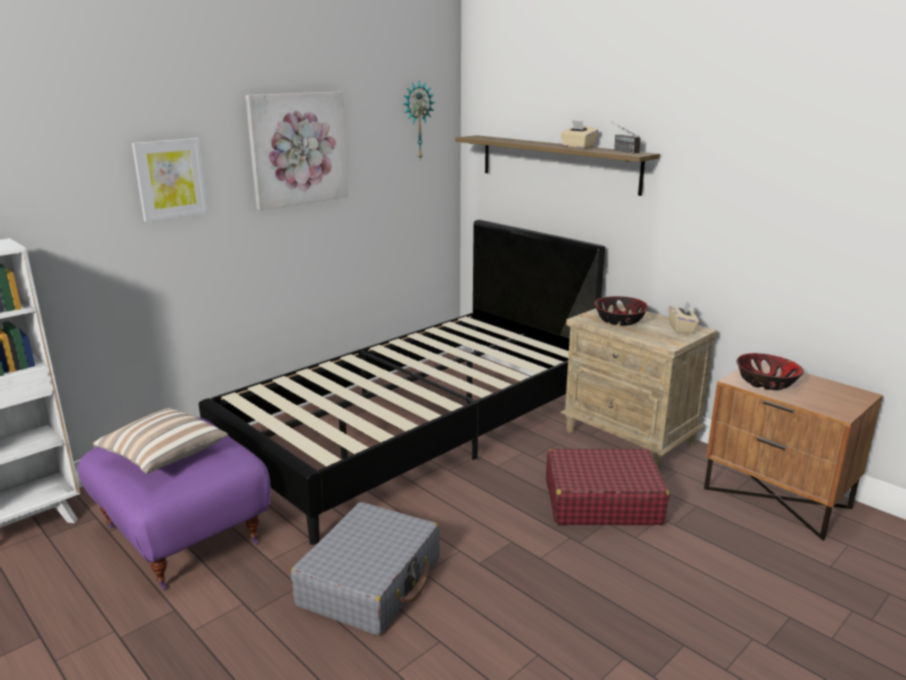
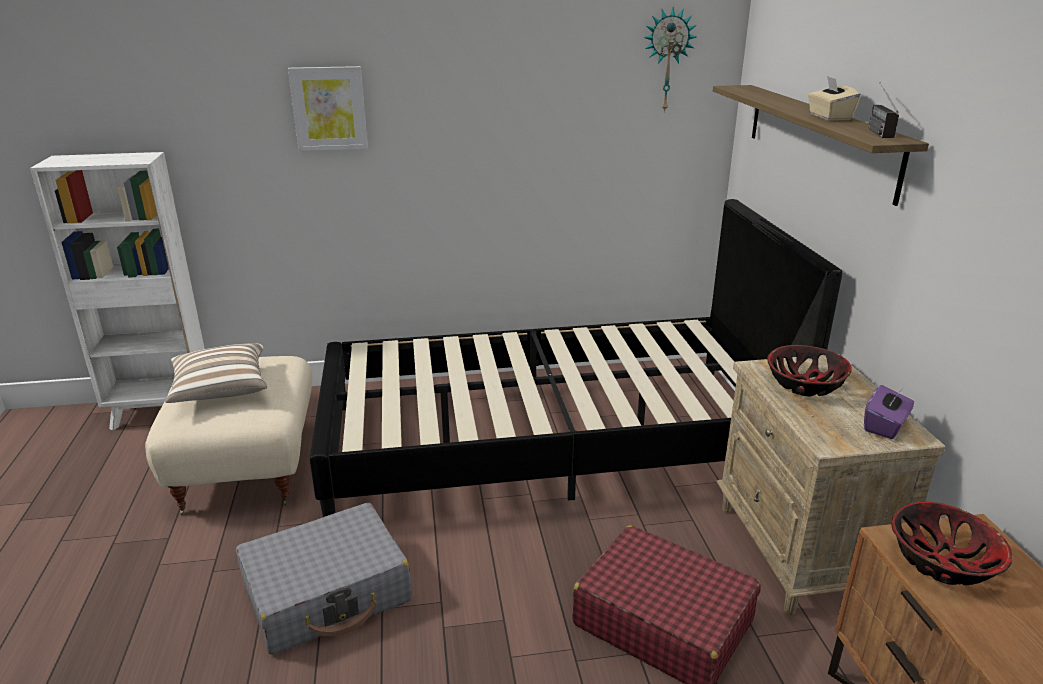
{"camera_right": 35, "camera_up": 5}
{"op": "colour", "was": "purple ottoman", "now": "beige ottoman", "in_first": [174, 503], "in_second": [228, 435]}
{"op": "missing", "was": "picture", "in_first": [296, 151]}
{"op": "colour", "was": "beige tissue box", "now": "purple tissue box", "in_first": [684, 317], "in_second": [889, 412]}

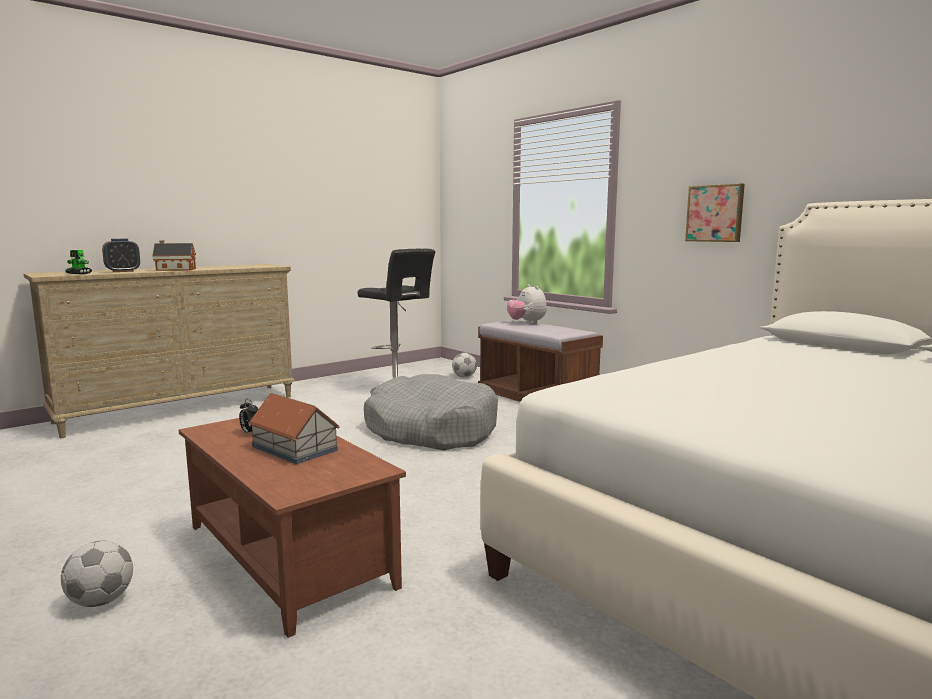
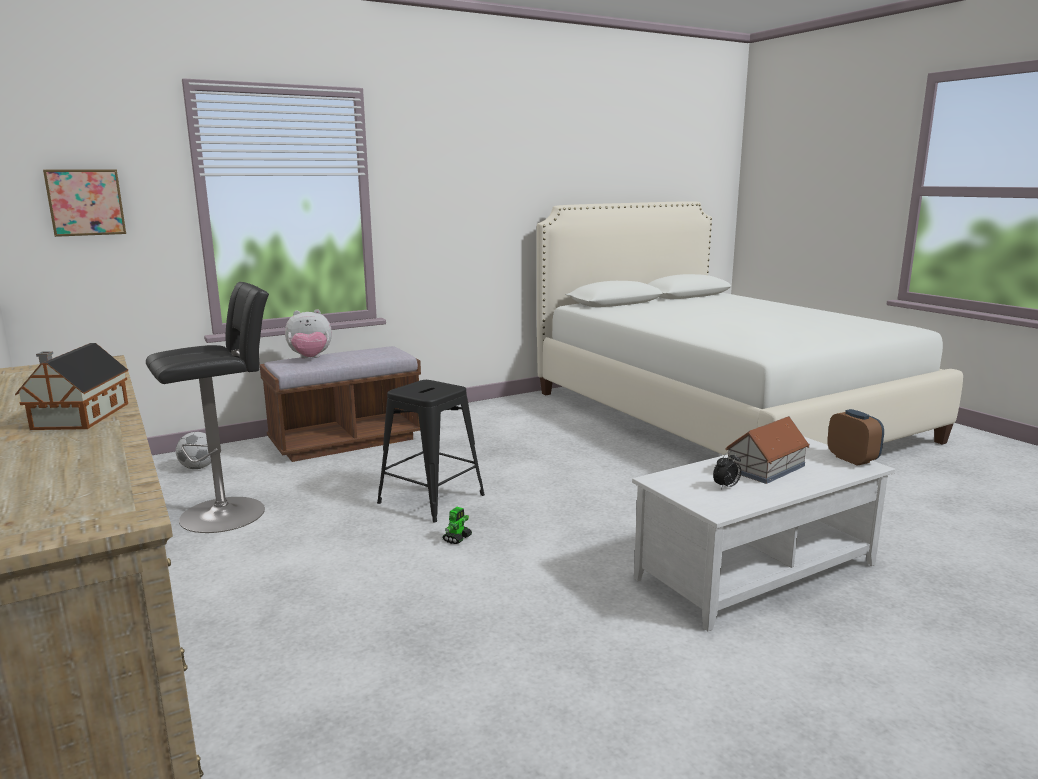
{"camera_right": -80, "camera_up": 5}
{"op": "missing", "was": "football", "in_first": [97, 574]}
{"op": "relocated", "was": "toy robot", "in_first": [79, 262], "in_second": [457, 525]}
{"op": "relocated", "was": "alarm clock", "in_first": [121, 255], "in_second": [855, 437]}
{"op": "colour", "was": "brown coffee table", "now": "white coffee table", "in_first": [292, 528], "in_second": [763, 533]}
{"op": "exchanged", "was": "grey dog bed", "now": "black stool", "in_first": [431, 412], "in_second": [431, 451]}
{"op": "relocated", "was": "picture", "in_first": [715, 213], "in_second": [84, 203]}

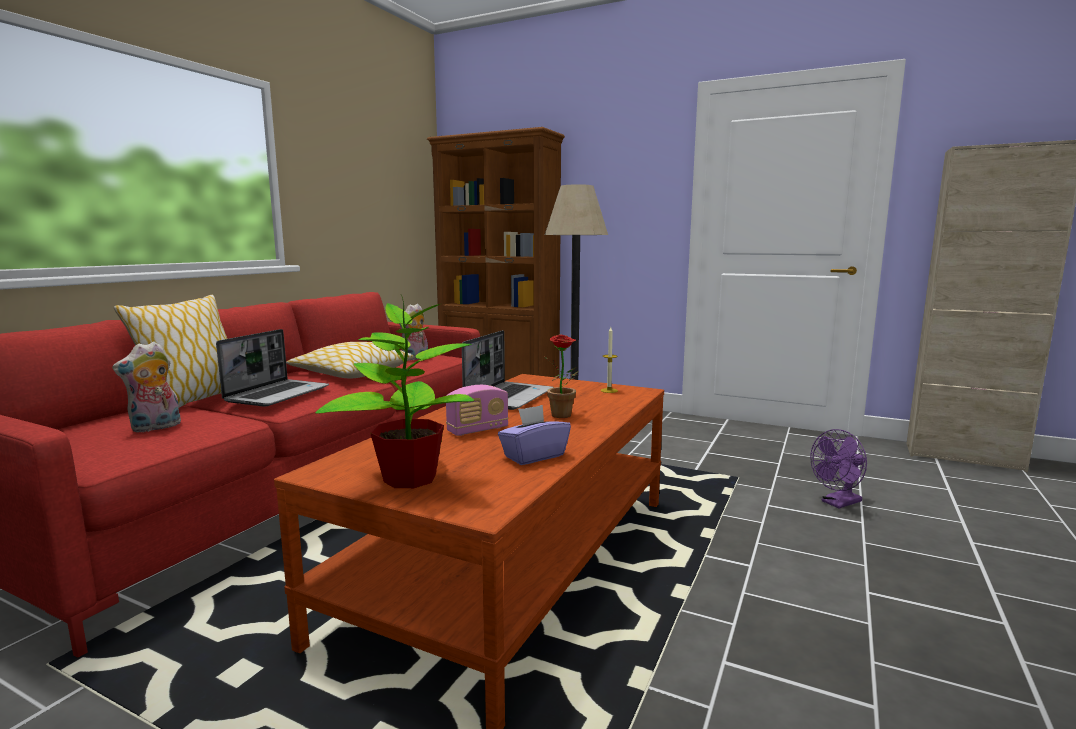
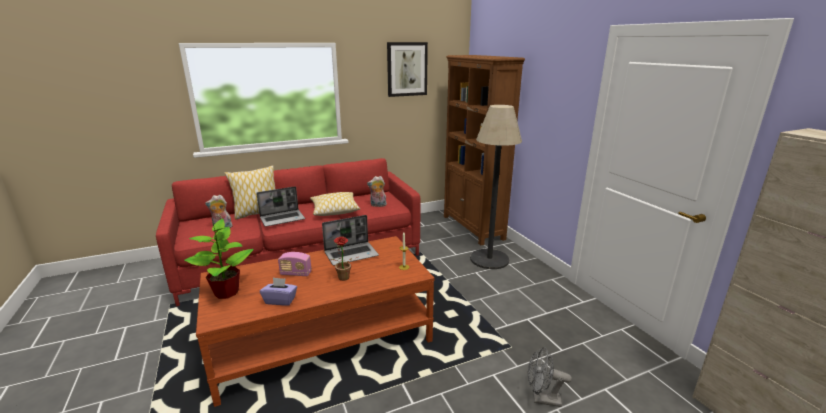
{"camera_right": 40, "camera_up": 10}
{"op": "colour", "was": "purple fan", "now": "grey fan", "in_first": [838, 469], "in_second": [550, 377]}
{"op": "appeared", "now": "picture", "in_second": [407, 69]}

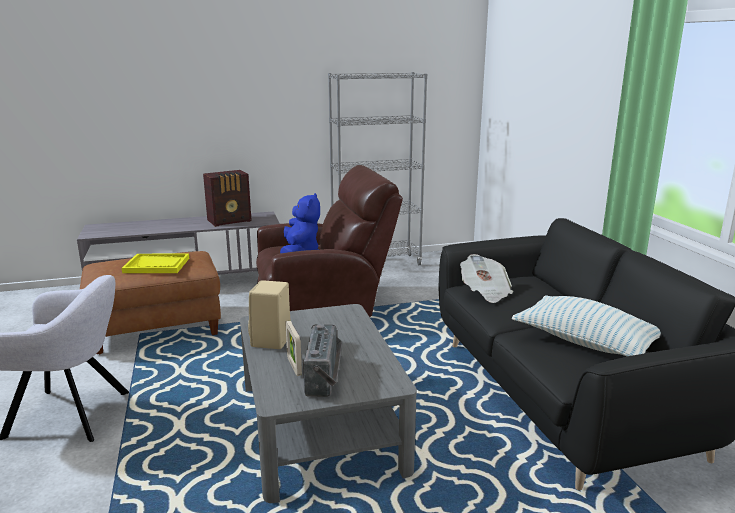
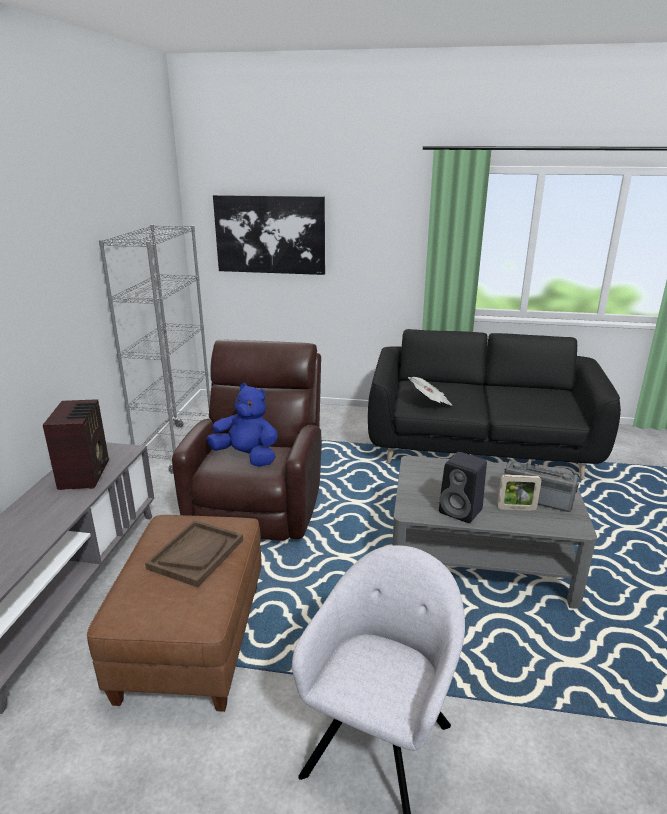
{"camera_right": -65, "camera_up": 5}
{"op": "colour", "was": "yellow tray", "now": "brown tray", "in_first": [155, 263], "in_second": [194, 553]}
{"op": "colour", "was": "beige speaker", "now": "black speaker", "in_first": [269, 314], "in_second": [463, 487]}
{"op": "missing", "was": "pillow", "in_first": [586, 325]}
{"op": "appeared", "now": "picture", "in_second": [269, 235]}

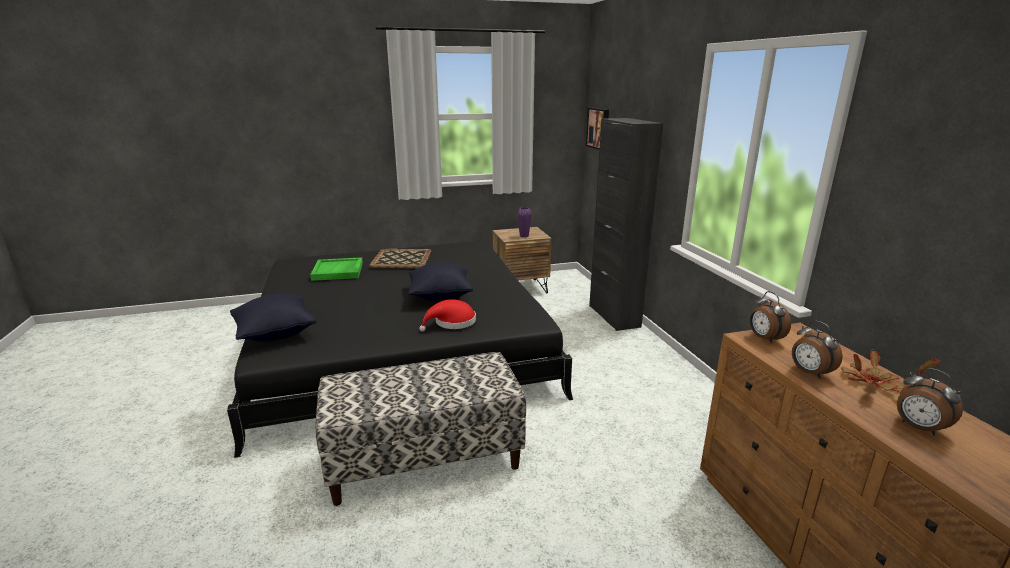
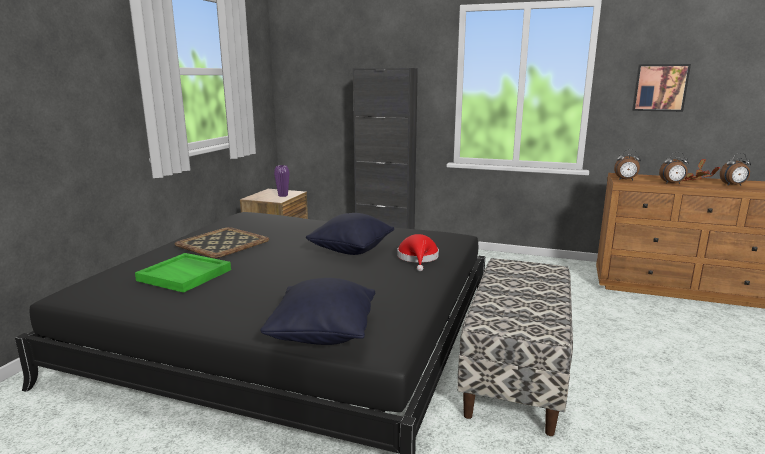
{"camera_right": -55, "camera_up": -5}
{"op": "relocated", "was": "picture", "in_first": [597, 129], "in_second": [661, 88]}

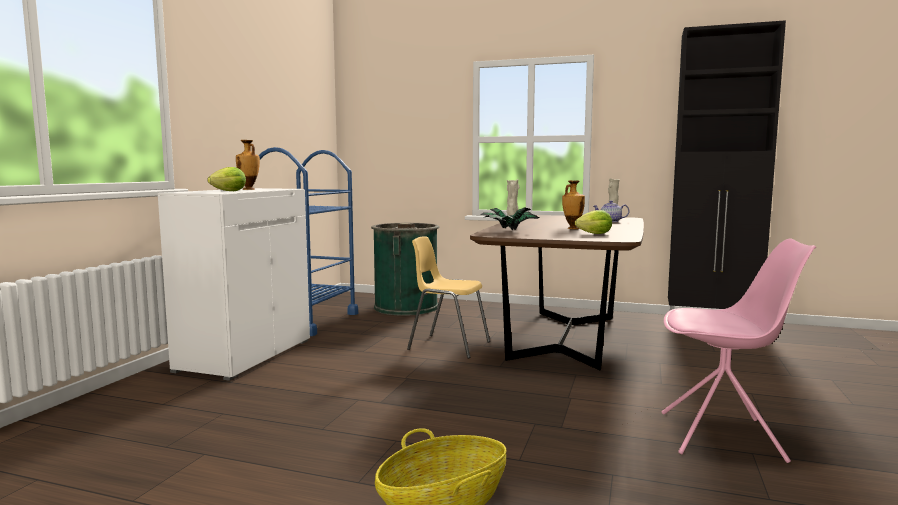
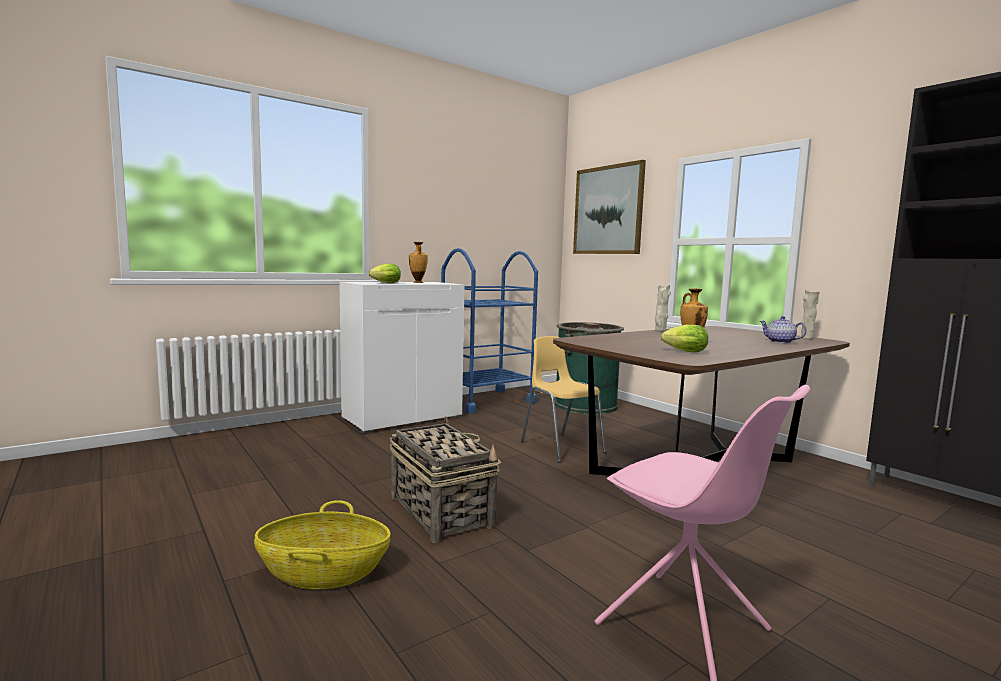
{"camera_right": 35, "camera_up": 0}
{"op": "missing", "was": "potted plant", "in_first": [510, 219]}
{"op": "appeared", "now": "basket", "in_second": [445, 479]}
{"op": "appeared", "now": "picture", "in_second": [609, 207]}

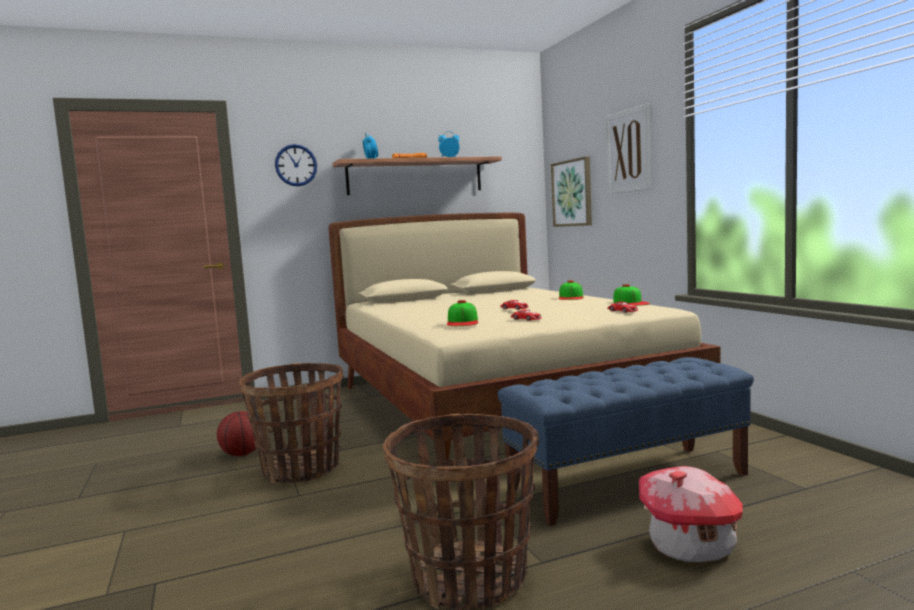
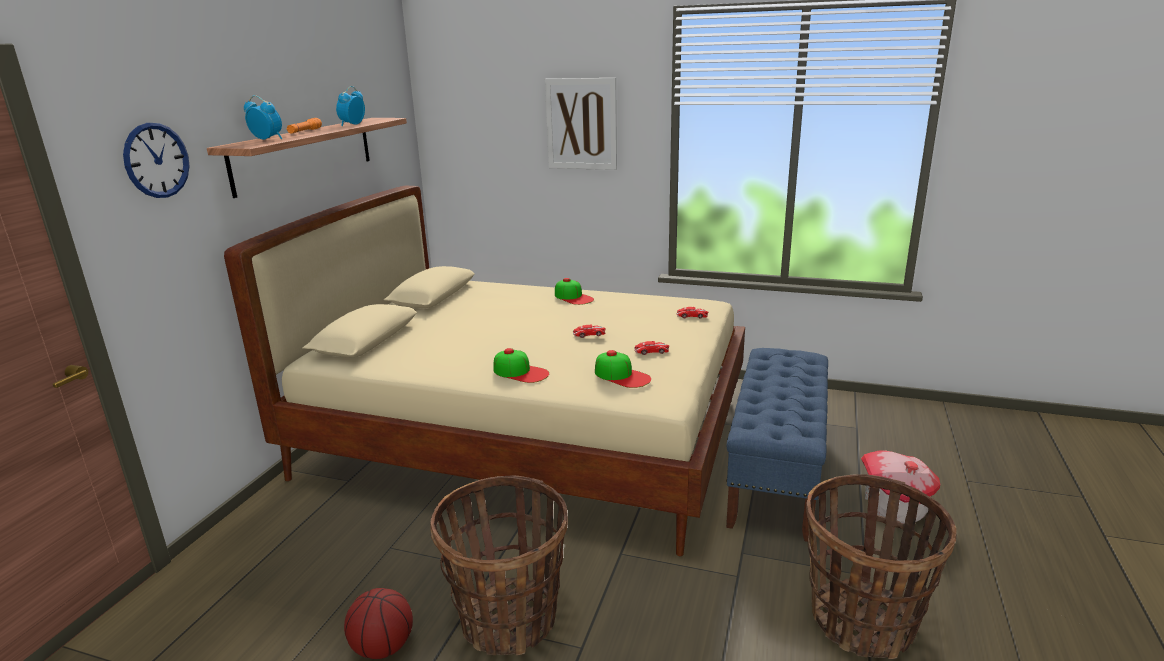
{"camera_right": -50, "camera_up": 15}
{"op": "missing", "was": "picture", "in_first": [571, 191]}
{"op": "relocated", "was": "cap", "in_first": [631, 295], "in_second": [521, 365]}

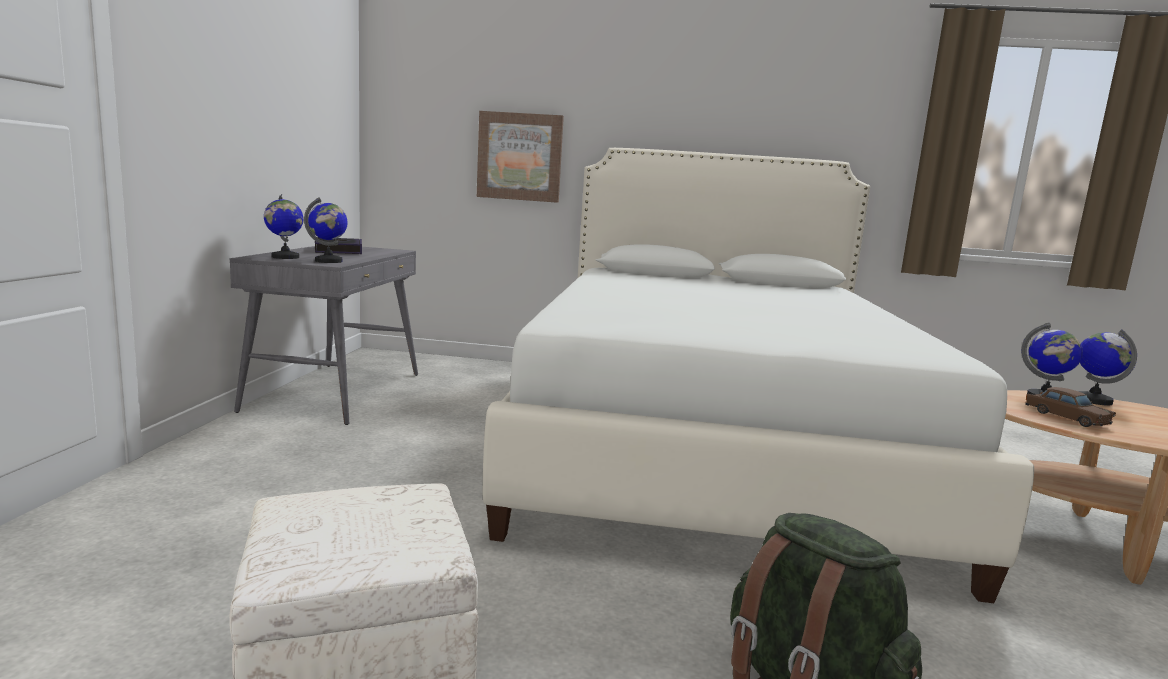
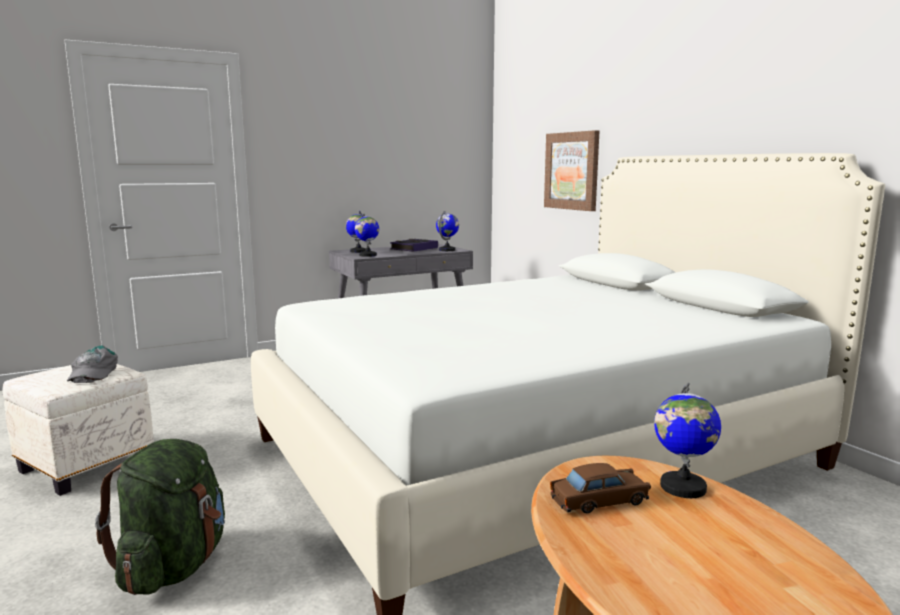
{"camera_right": 55, "camera_up": 0}
{"op": "spun", "was": "brown toy car", "in_first": [1070, 407], "in_second": [600, 488], "clockwise": -135}
{"op": "relocated", "was": "globe", "in_first": [1107, 367], "in_second": [447, 231]}
{"op": "appeared", "now": "grey cap", "in_second": [92, 364]}

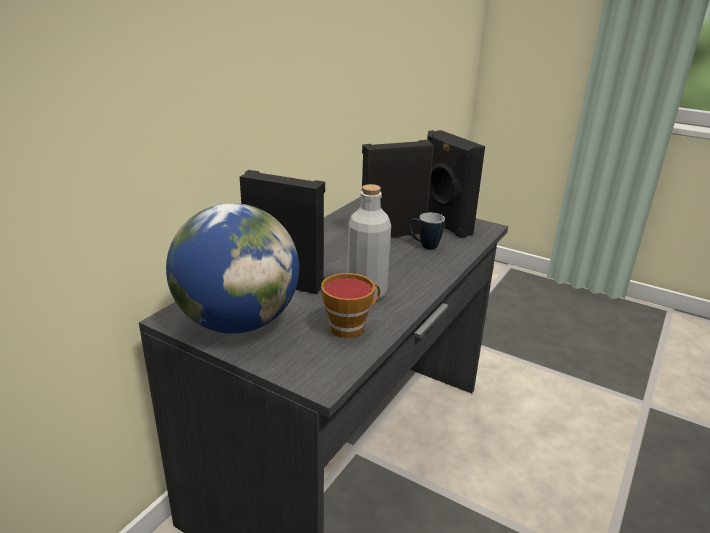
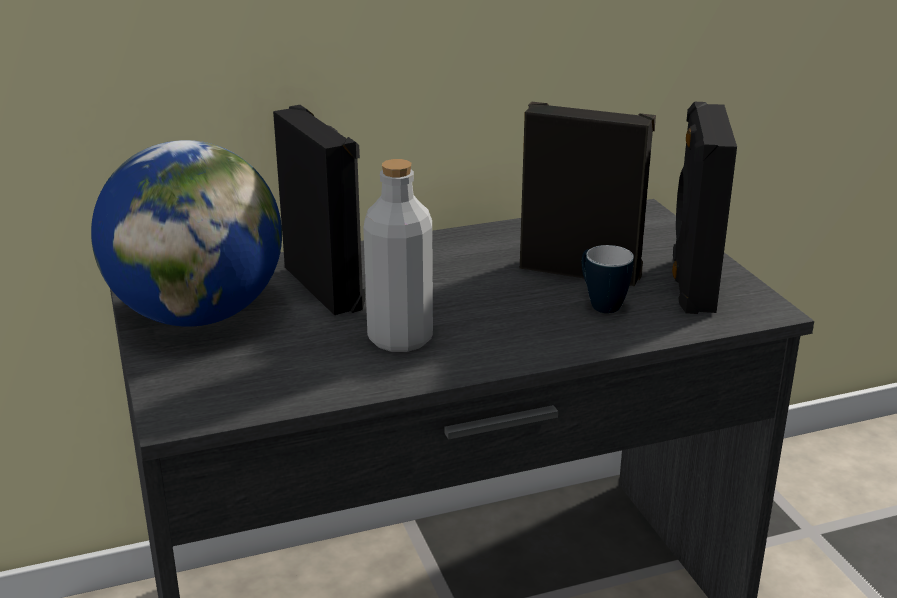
{"camera_right": 40, "camera_up": 0}
{"op": "missing", "was": "cup", "in_first": [350, 305]}

